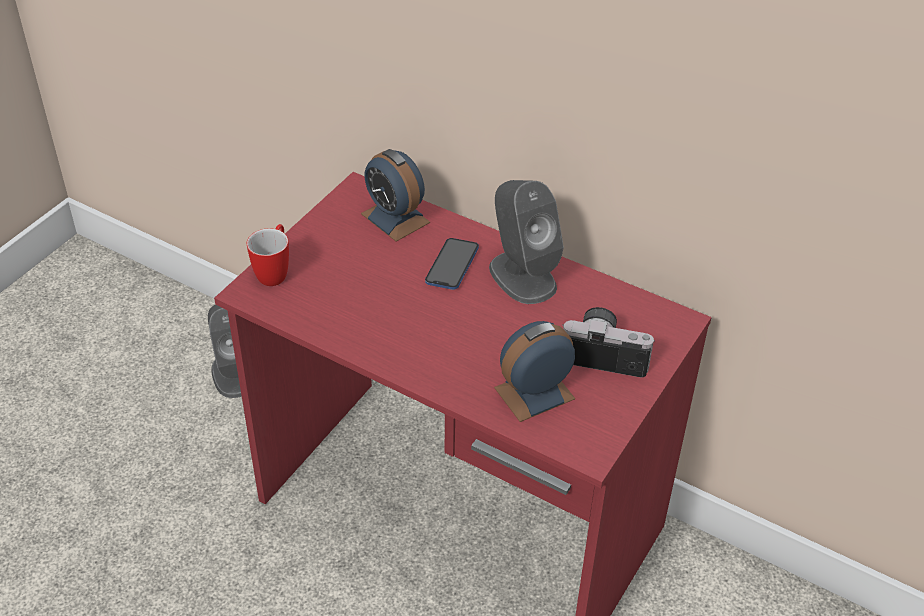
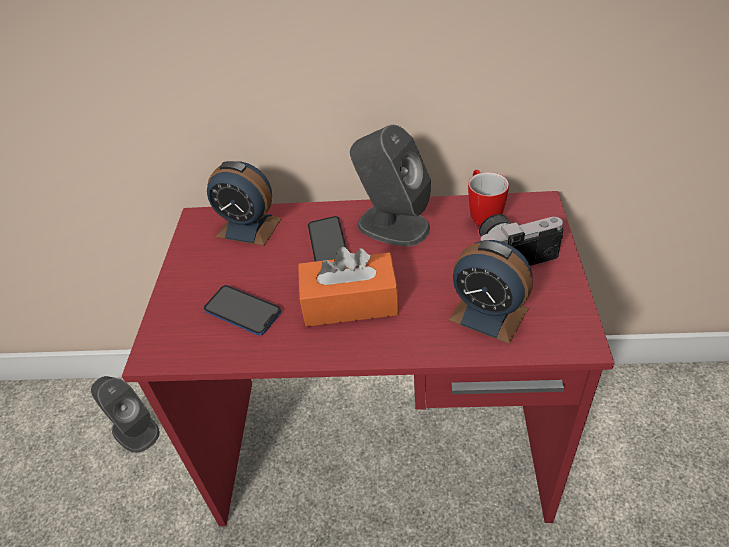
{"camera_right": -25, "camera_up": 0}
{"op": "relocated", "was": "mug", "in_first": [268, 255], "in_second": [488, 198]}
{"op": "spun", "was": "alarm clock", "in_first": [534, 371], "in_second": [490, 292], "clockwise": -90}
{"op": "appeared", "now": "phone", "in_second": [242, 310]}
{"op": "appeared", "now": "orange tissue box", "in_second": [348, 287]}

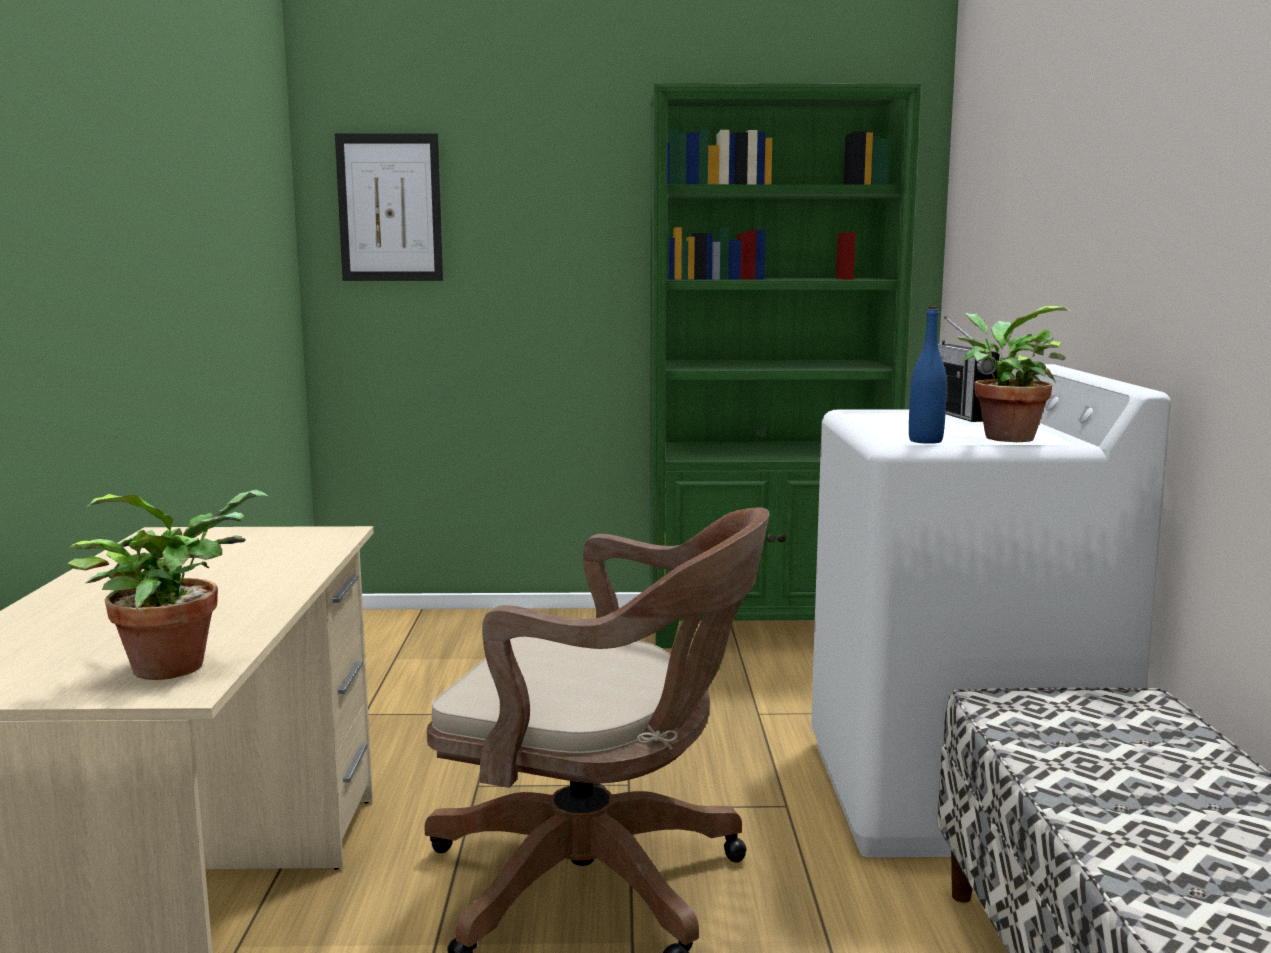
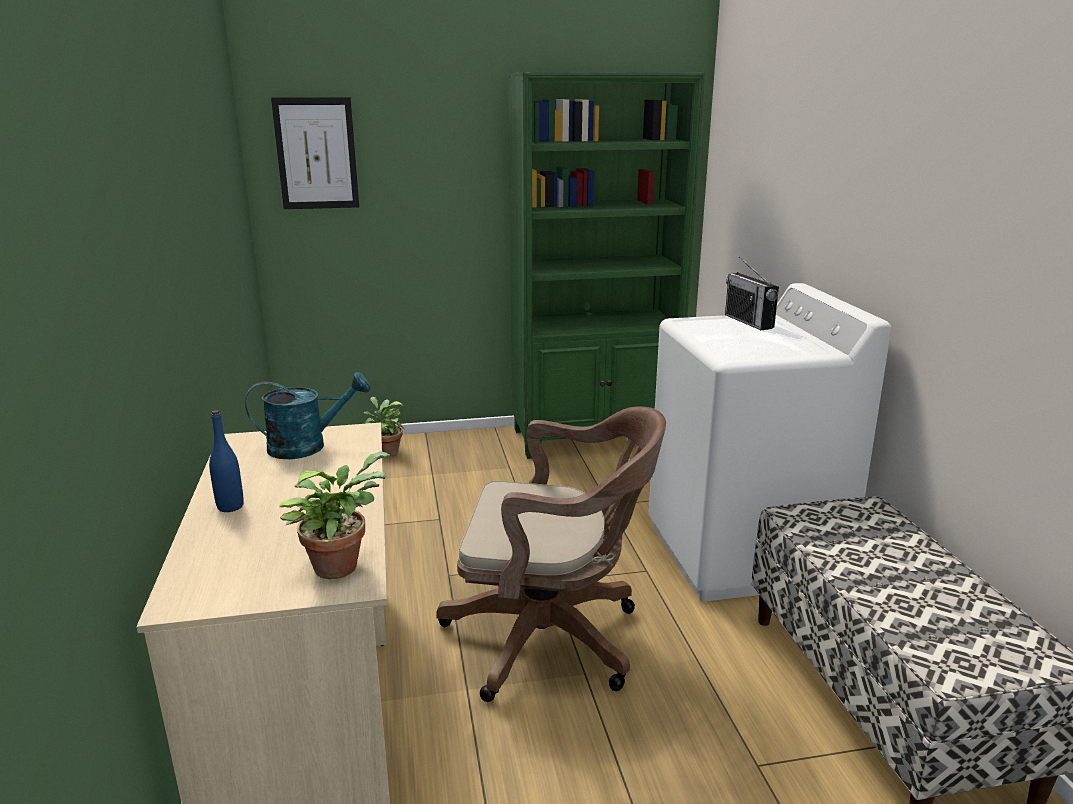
{"camera_right": -10, "camera_up": 10}
{"op": "relocated", "was": "blue bottle", "in_first": [928, 375], "in_second": [226, 461]}
{"op": "relocated", "was": "potted plant", "in_first": [1014, 374], "in_second": [384, 426]}
{"op": "appeared", "now": "turquoise watering can", "in_second": [308, 415]}

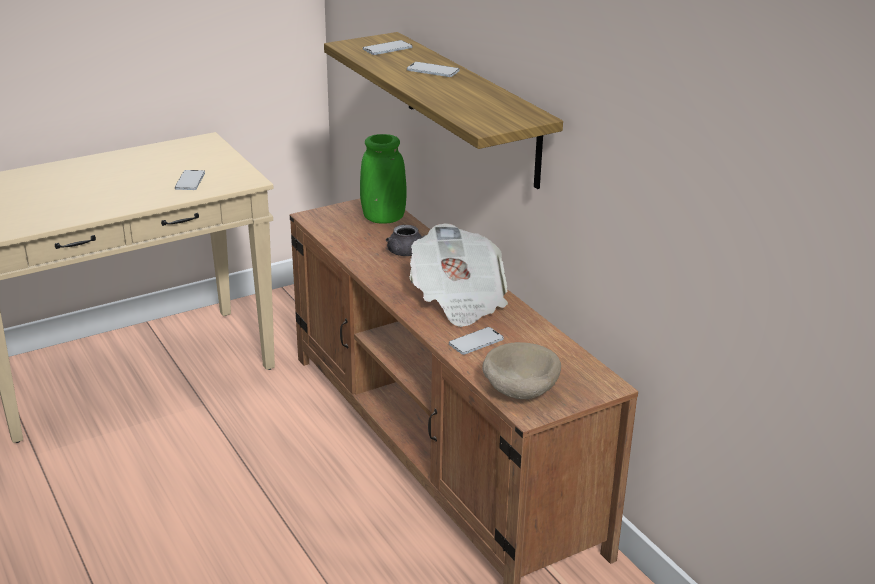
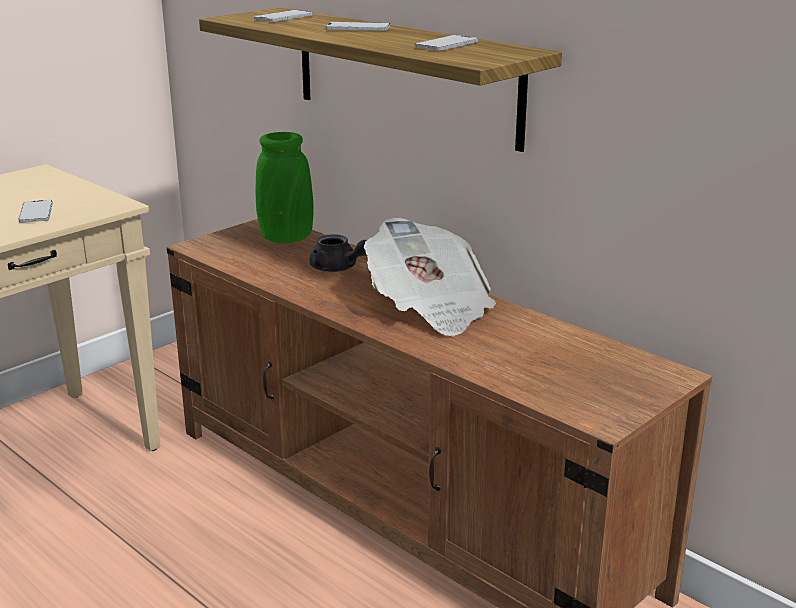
{"camera_right": -15, "camera_up": -5}
{"op": "relocated", "was": "phone", "in_first": [476, 341], "in_second": [447, 43]}
{"op": "missing", "was": "beige bowl", "in_first": [521, 370]}

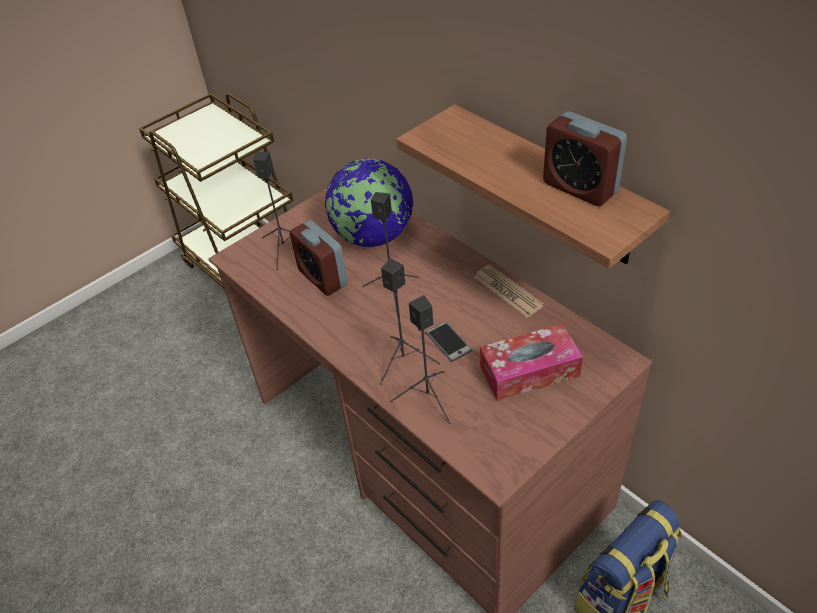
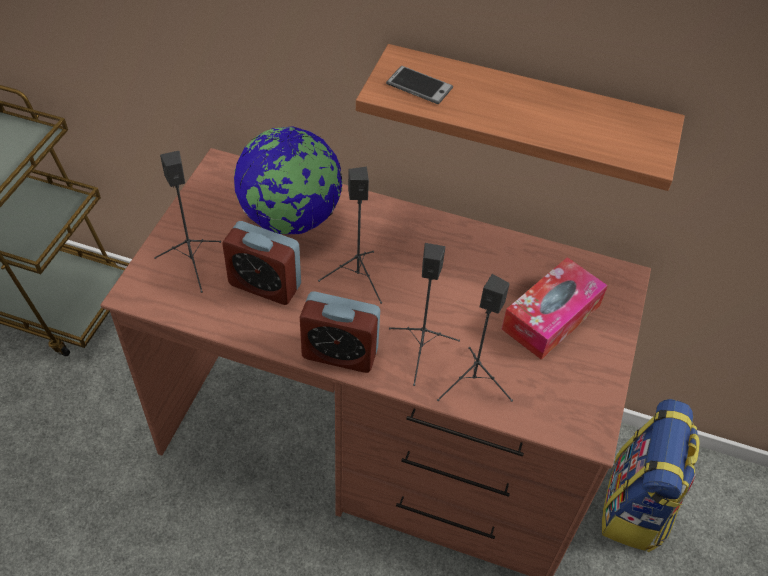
{"camera_right": -35, "camera_up": 5}
{"op": "relocated", "was": "phone", "in_first": [449, 341], "in_second": [419, 85]}
{"op": "missing", "was": "newspaper", "in_first": [509, 291]}
{"op": "relocated", "was": "alarm clock", "in_first": [585, 158], "in_second": [340, 332]}

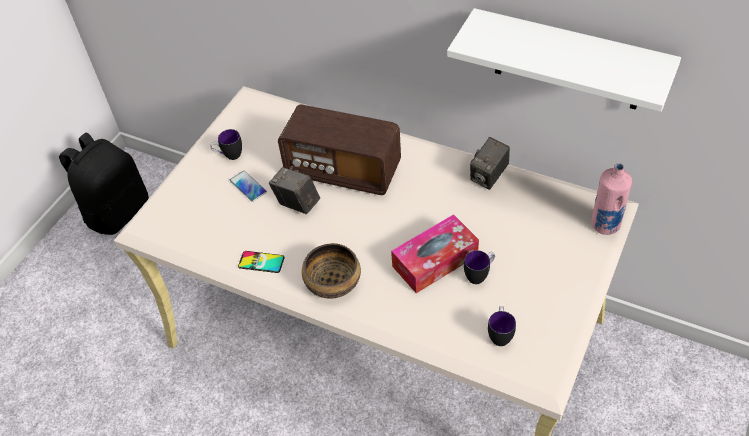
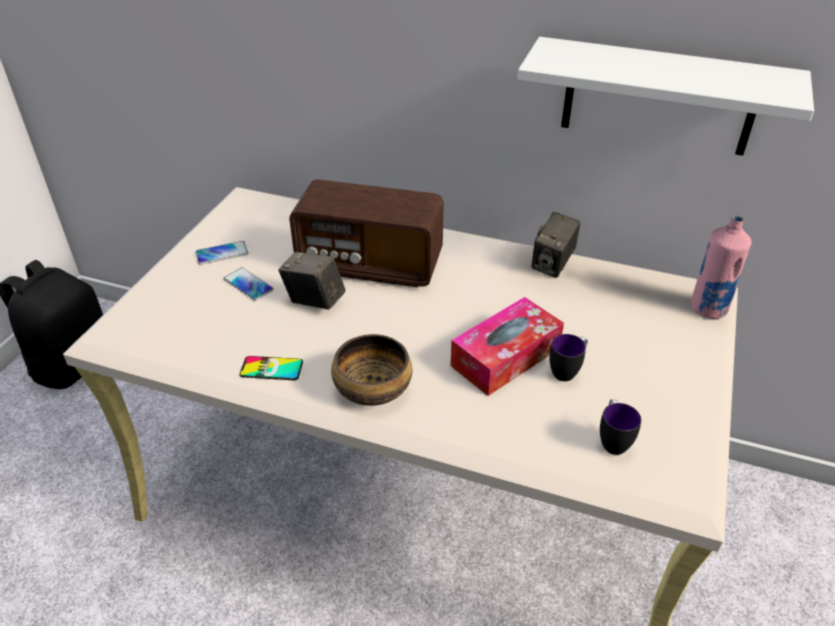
{"camera_right": -10, "camera_up": -10}
{"op": "exchanged", "was": "mug", "now": "phone", "in_first": [226, 144], "in_second": [221, 253]}

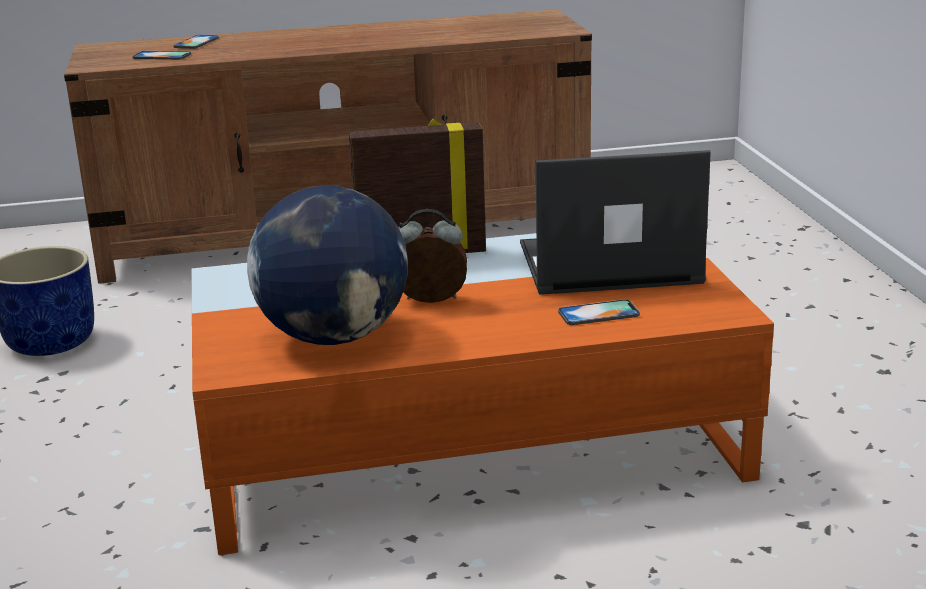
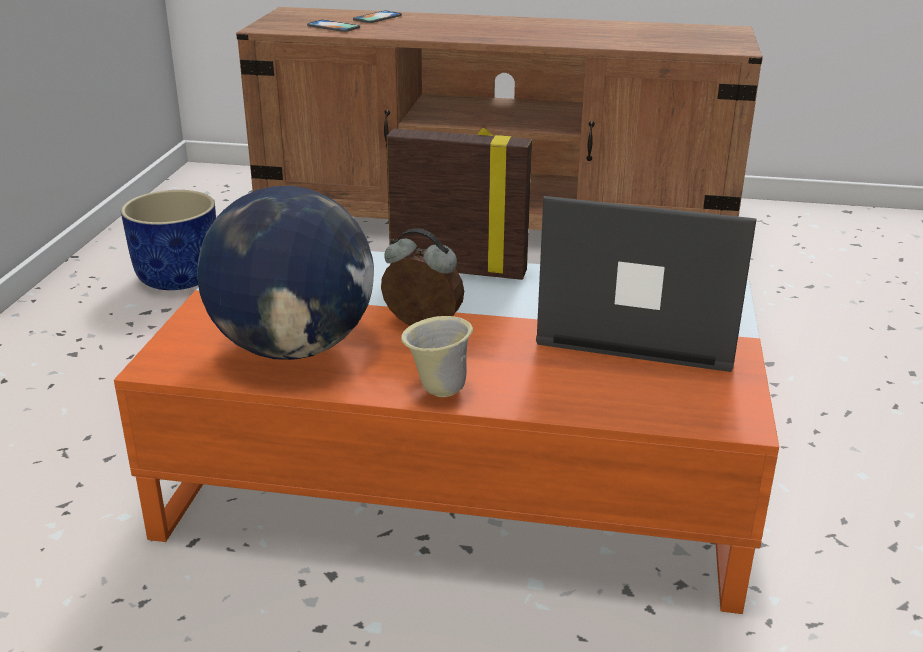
{"camera_right": 20, "camera_up": 5}
{"op": "missing", "was": "phone", "in_first": [599, 312]}
{"op": "appeared", "now": "beige mug", "in_second": [437, 356]}

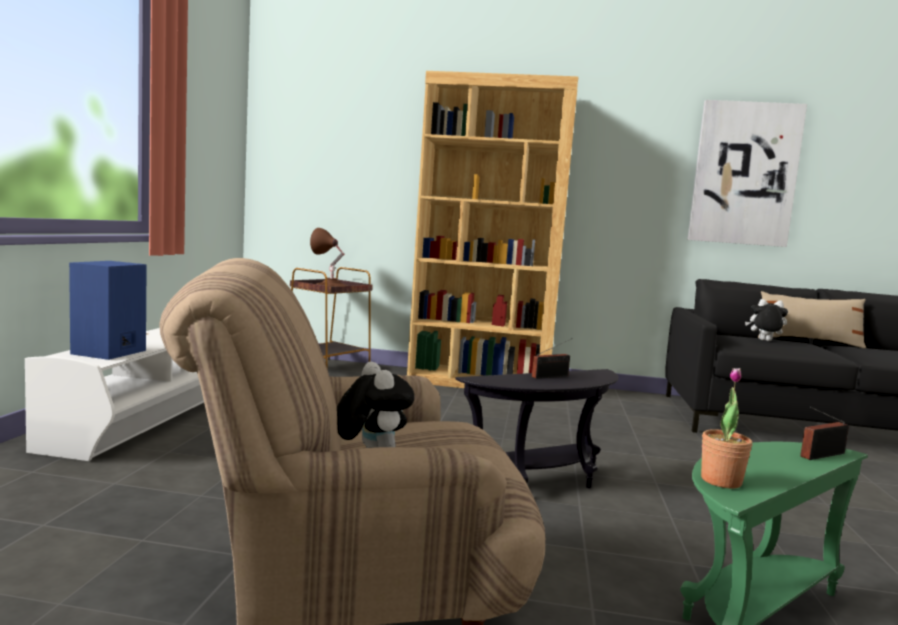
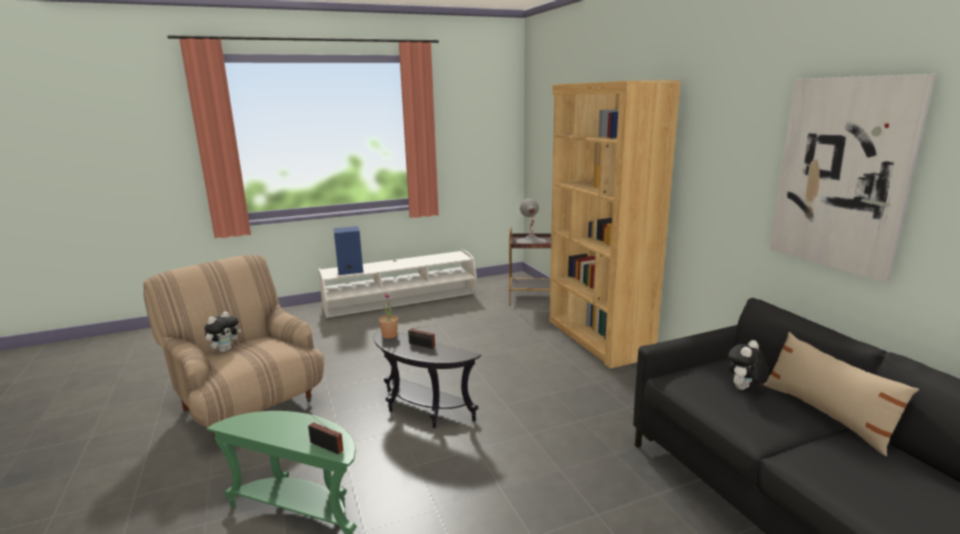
{"camera_right": 60, "camera_up": 10}
{"op": "colour", "was": "brown table lamp", "now": "grey table lamp", "in_first": [329, 257], "in_second": [531, 221]}
{"op": "relocated", "was": "potted plant", "in_first": [726, 428], "in_second": [388, 316]}
{"op": "spun", "was": "plush toy", "in_first": [766, 320], "in_second": [748, 365], "clockwise": -120}

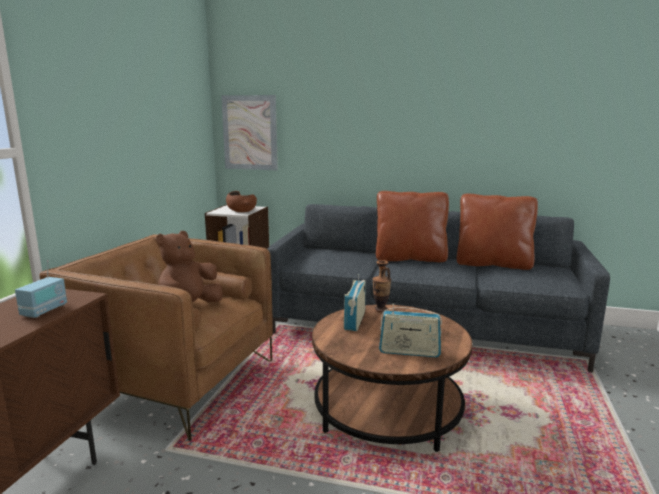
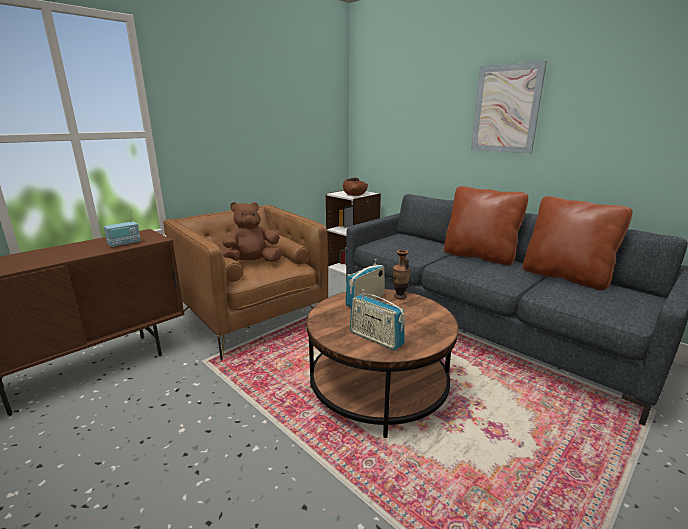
{"camera_right": 30, "camera_up": 5}
{"op": "relocated", "was": "picture", "in_first": [249, 132], "in_second": [509, 107]}

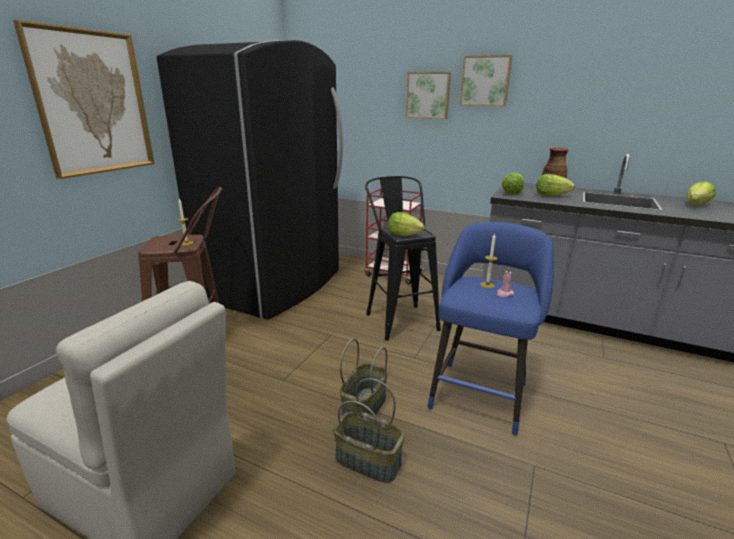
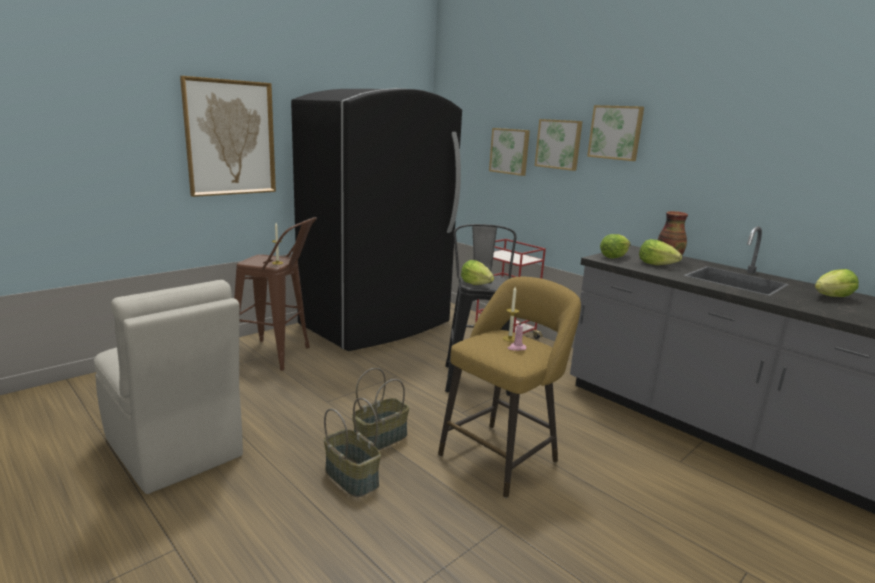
{"camera_right": 20, "camera_up": -5}
{"op": "colour", "was": "blue stool", "now": "yellow stool", "in_first": [490, 329], "in_second": [509, 387]}
{"op": "appeared", "now": "picture", "in_second": [509, 152]}

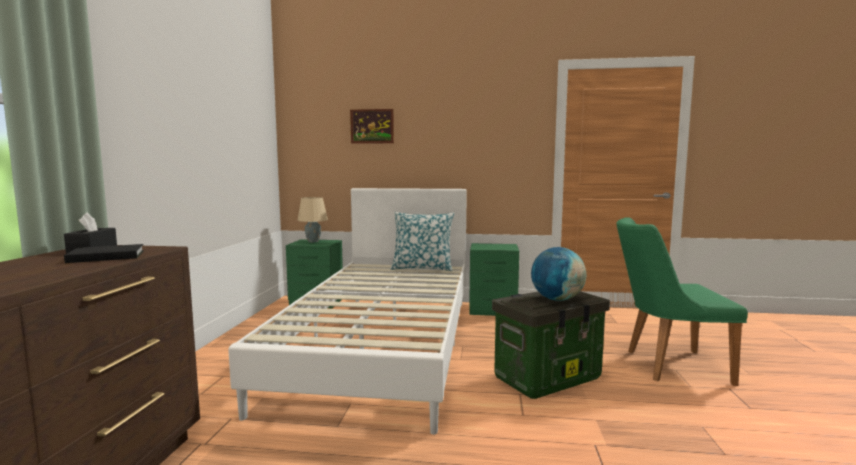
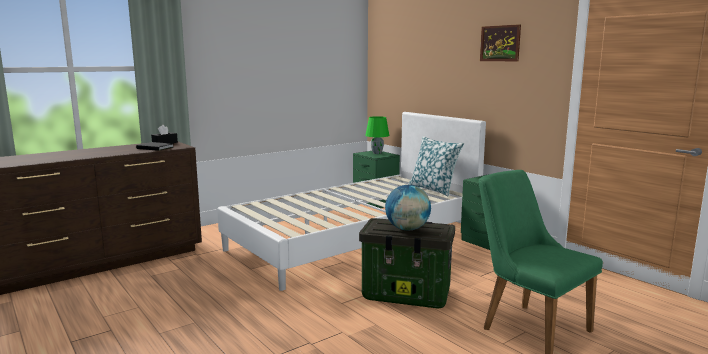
{"camera_right": 45, "camera_up": 5}
{"op": "colour", "was": "beige table lamp", "now": "green table lamp", "in_first": [312, 219], "in_second": [377, 135]}
{"op": "relocated", "was": "picture", "in_first": [372, 126], "in_second": [500, 42]}

